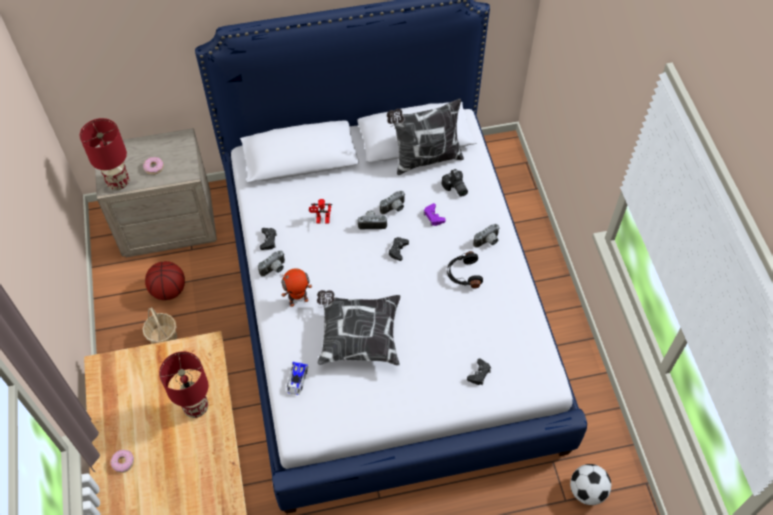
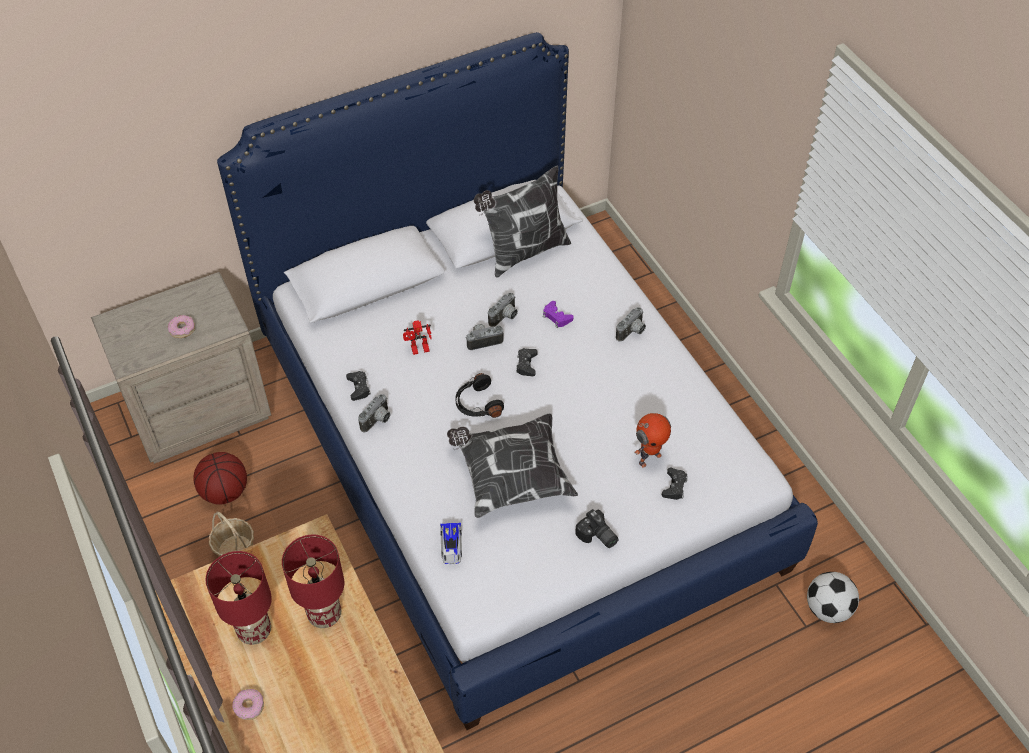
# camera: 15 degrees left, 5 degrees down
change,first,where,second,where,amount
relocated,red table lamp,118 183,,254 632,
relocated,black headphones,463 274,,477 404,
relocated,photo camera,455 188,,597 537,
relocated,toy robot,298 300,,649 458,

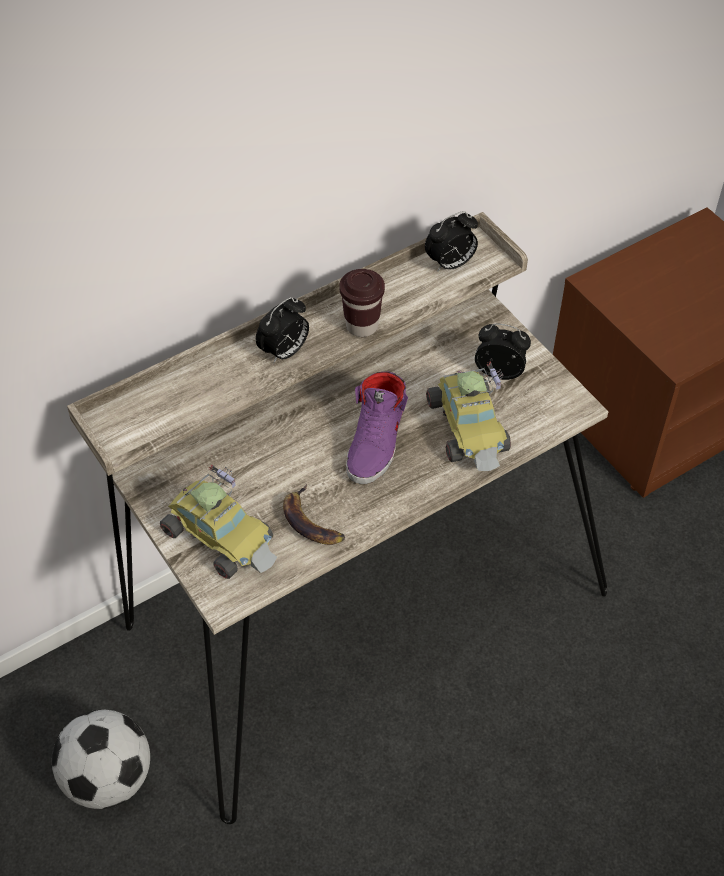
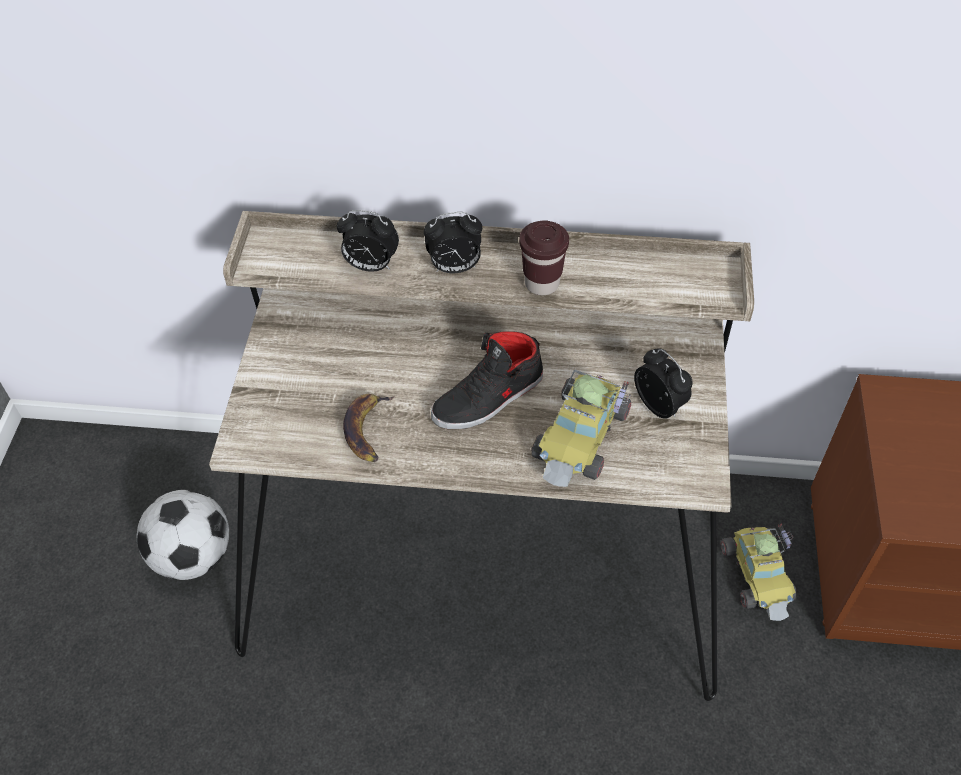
# camera: 40 degrees right, 0 degrees up
change,first,where,second,where,amount
relocated,alarm clock,450 264,,370 266,
colour,purple shoe,377 441,black shoe,489 398,
relocated,toy car,221 536,,759 575,

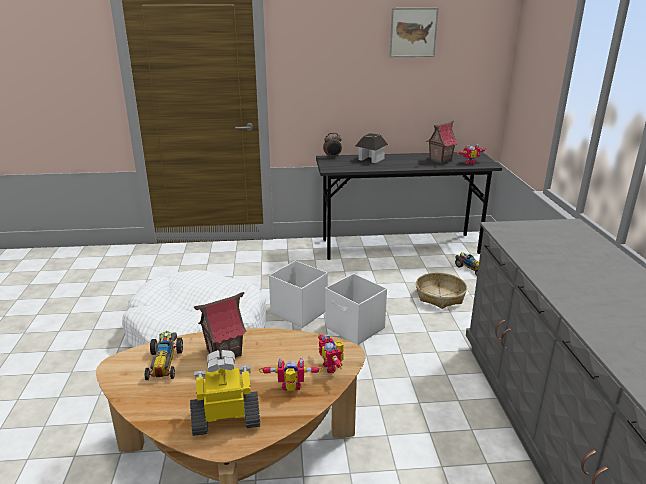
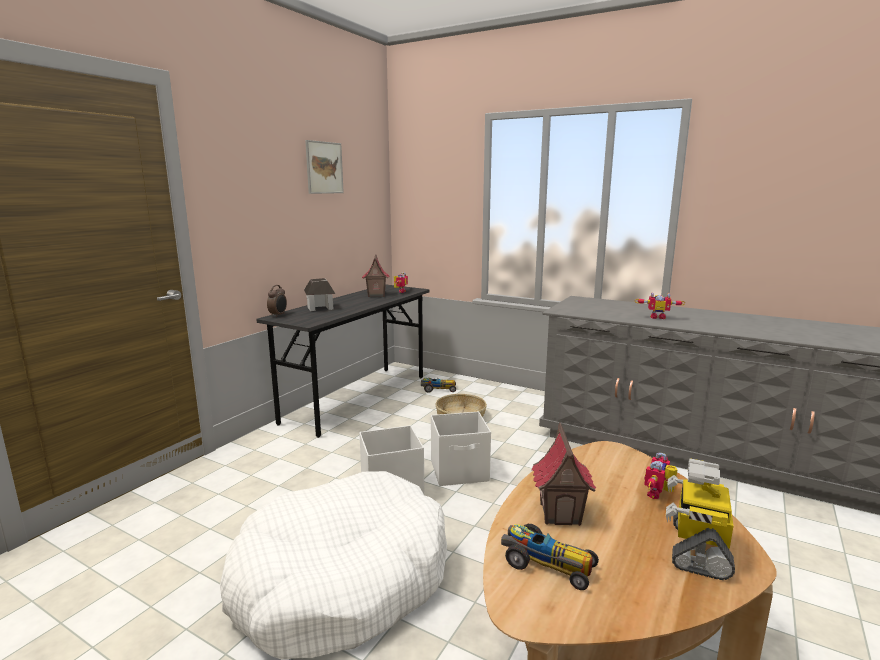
# camera: 55 degrees left, 10 degrees down
change,first,where,second,where,amount
relocated,toy robot,332 366,,657 317,

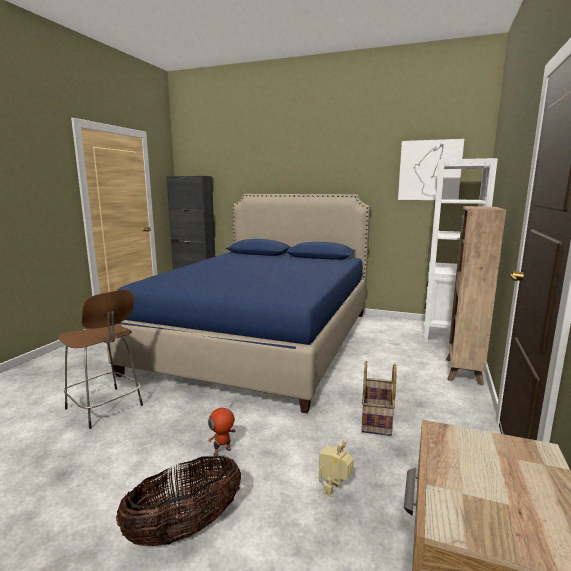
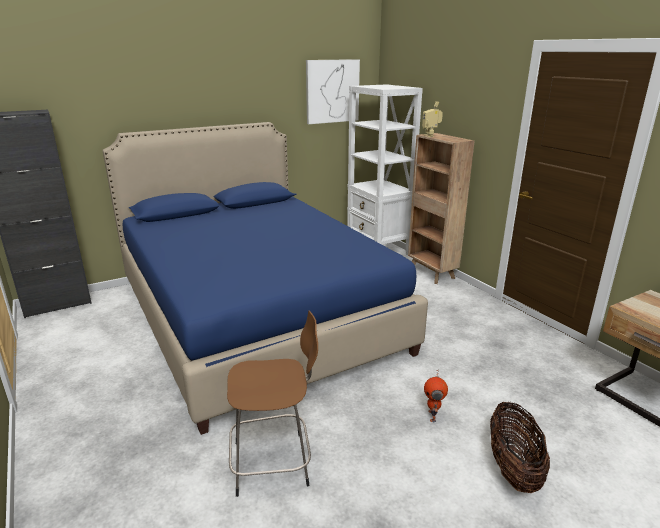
# camera: 50 degrees left, 10 degrees up
change,first,where,second,where,amount
relocated,toy robot,335 491,,431 136,
missing,basket,377 419,,,

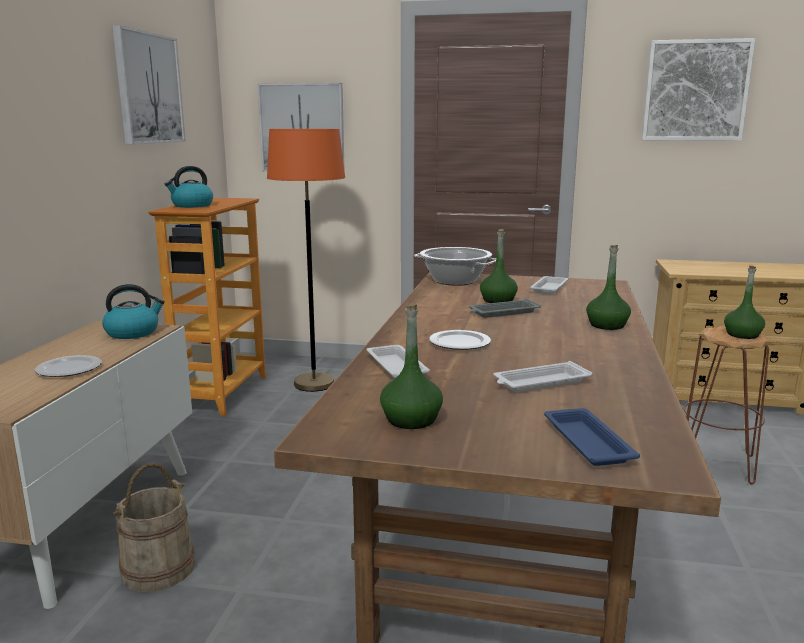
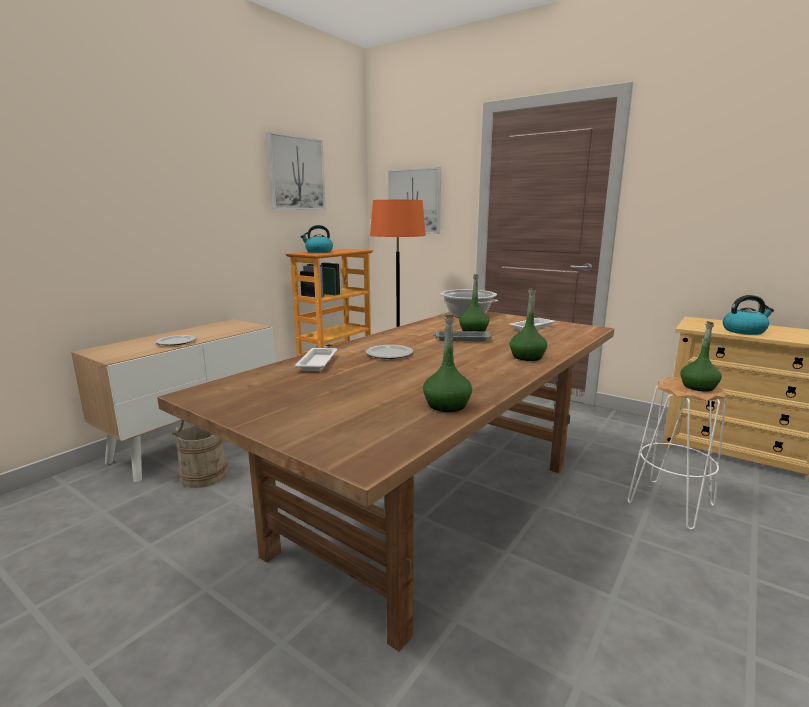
# camera: 25 degrees right, 0 degrees up
change,first,where,second,where,amount
relocated,green bottle,410 419,,446 405,
colour,brown stool,716 464,white stool,670 504,
relocated,kettle,133 332,,744 331,
missing,white tray,540 382,,,
missing,blue tray,586 441,,,
missing,picture,695 91,,,

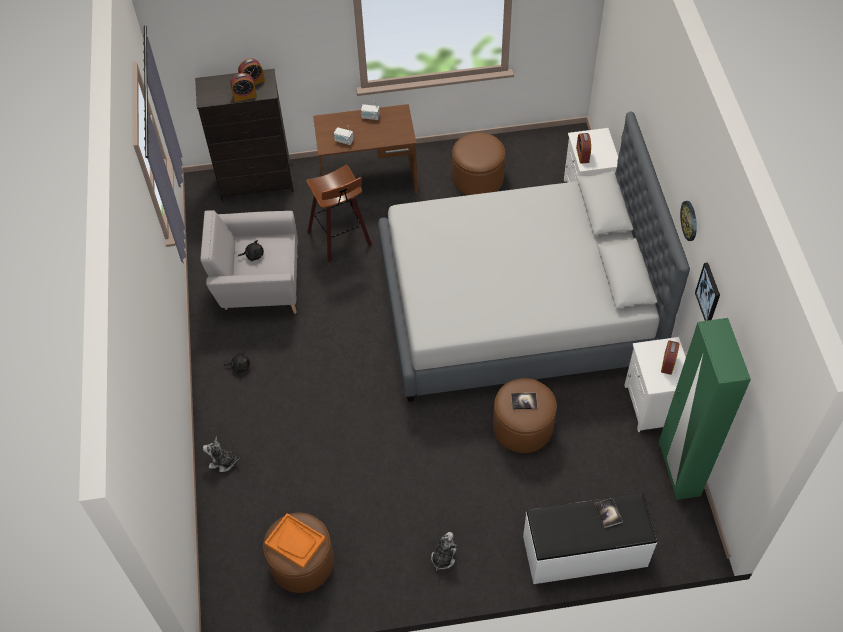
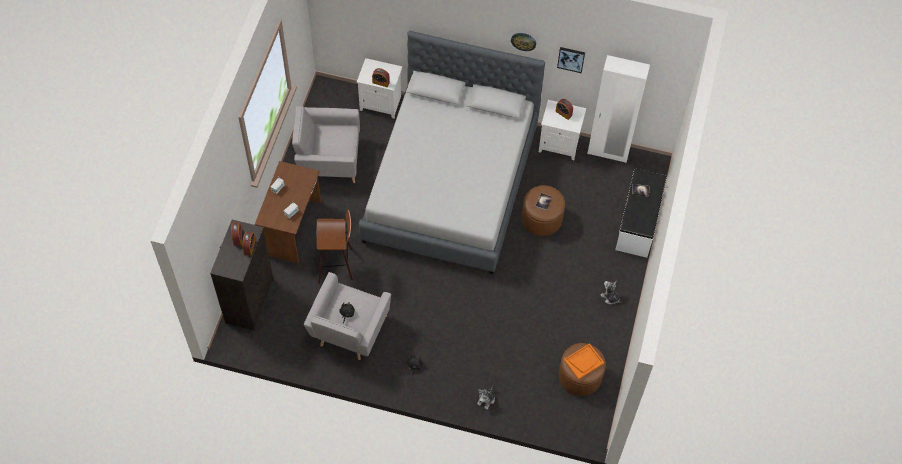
# camera: 70 degrees left, 5 degrees up
change,first,where,second,where,amount
exchanged,brown ottoman,478 178,grey armchair,328 159,
colour,green wardrobe,678 470,white wardrobe,608 152,

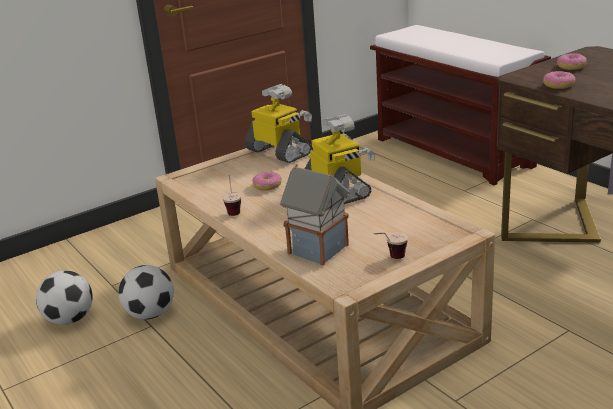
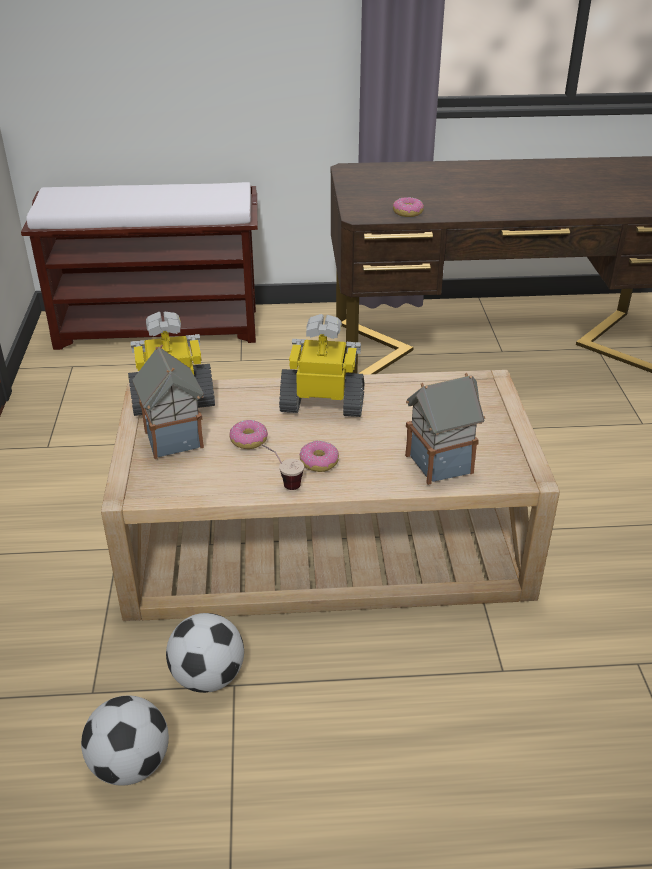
# camera: 60 degrees left, 10 degrees up
change,first,where,second,where,amount
appeared,,,toy house,174 440,
relocated,donut,571 67,,319 462,
missing,cup,390 258,,,

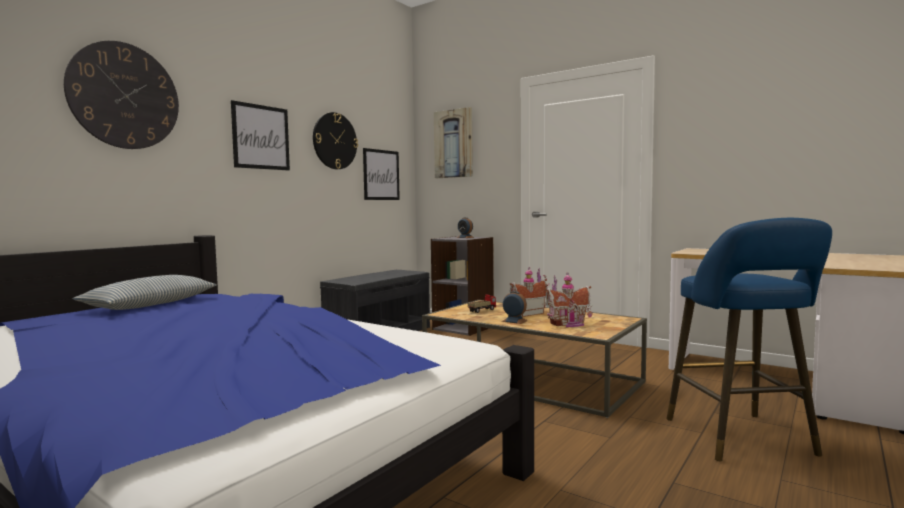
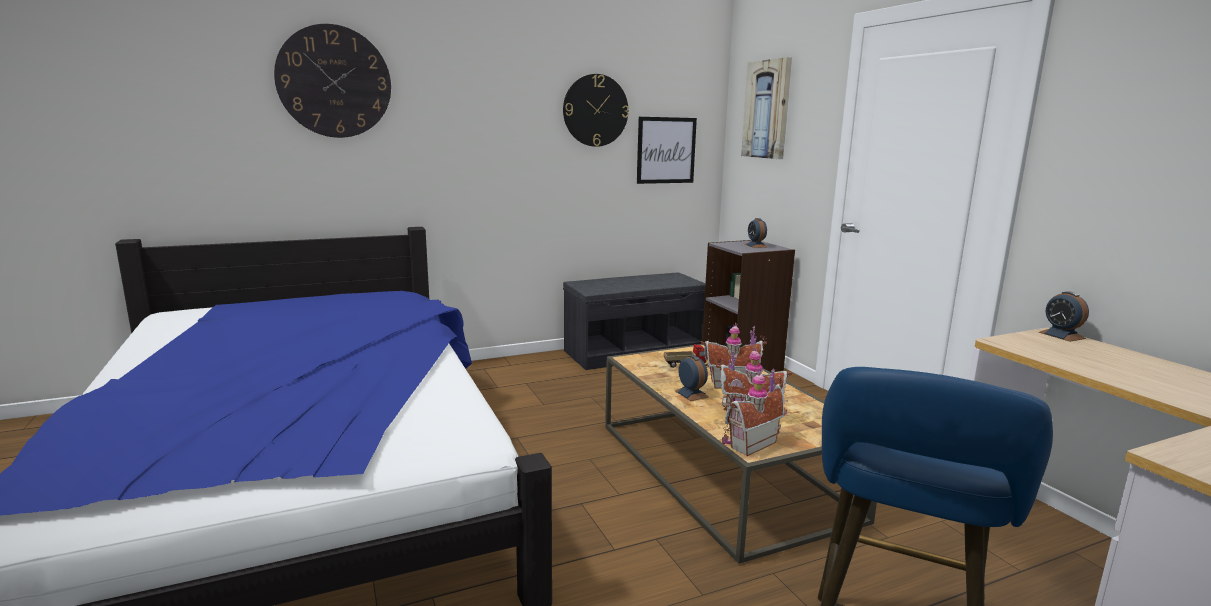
# camera: 30 degrees right, 10 degrees up
change,first,where,second,where,amount
appeared,,,toy house,749 444,
appeared,,,alarm clock,1061 335,
missing,pillow,151 304,,,
missing,picture,261 137,,,

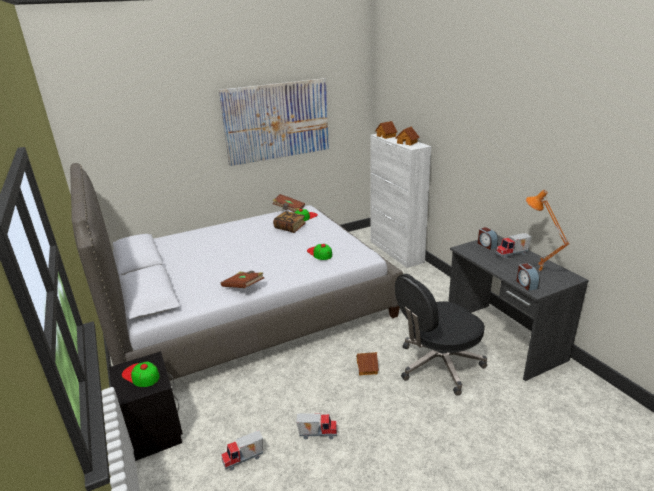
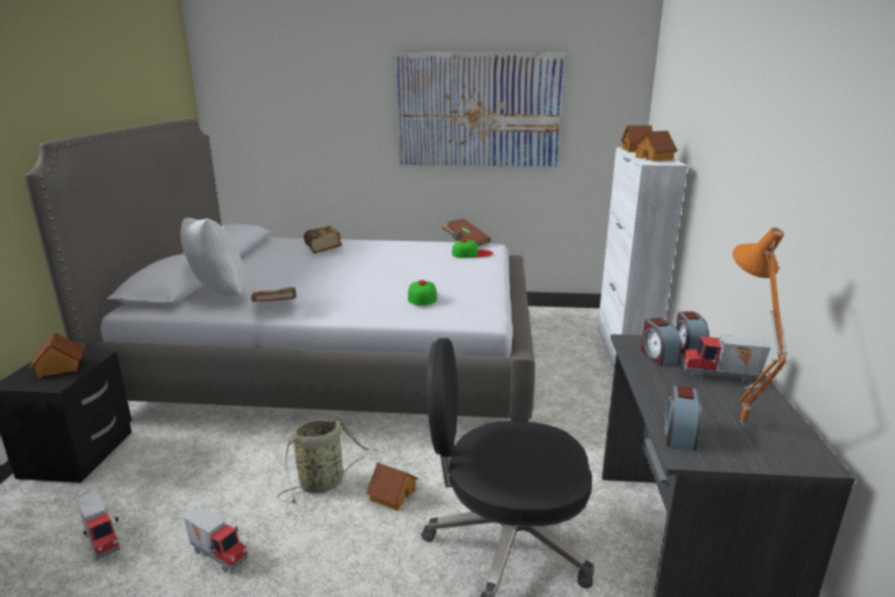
# camera: 30 degrees right, 5 degrees down
change,first,where,second,where,amount
exchanged,cap,141 375,toy house,59 368,
spun,toy truck,244 460,,104 540,135 degrees counterclockwise
appeared,,,white pillow,217 295,
appeared,,,basket,324 482,
relocated,book,290 228,,323 248,
appeared,,,alarm clock,658 356,

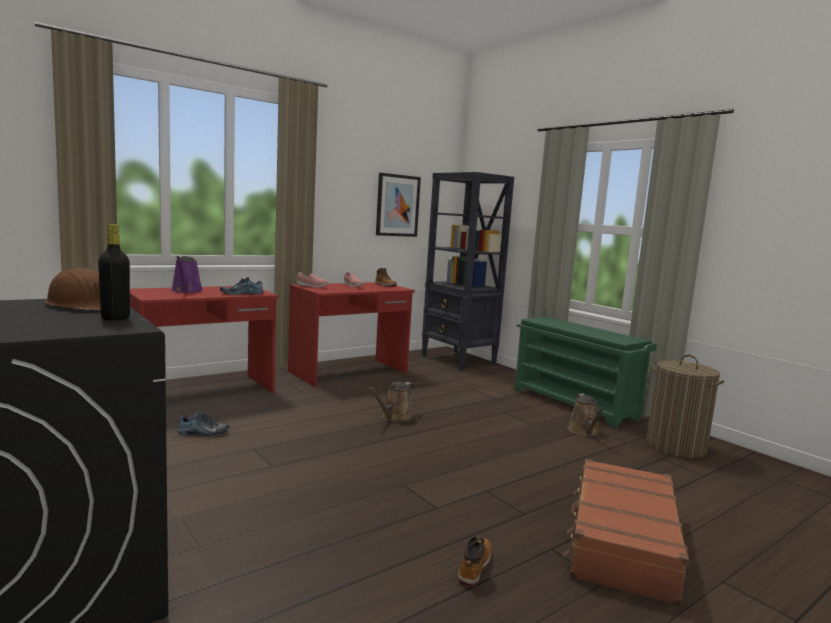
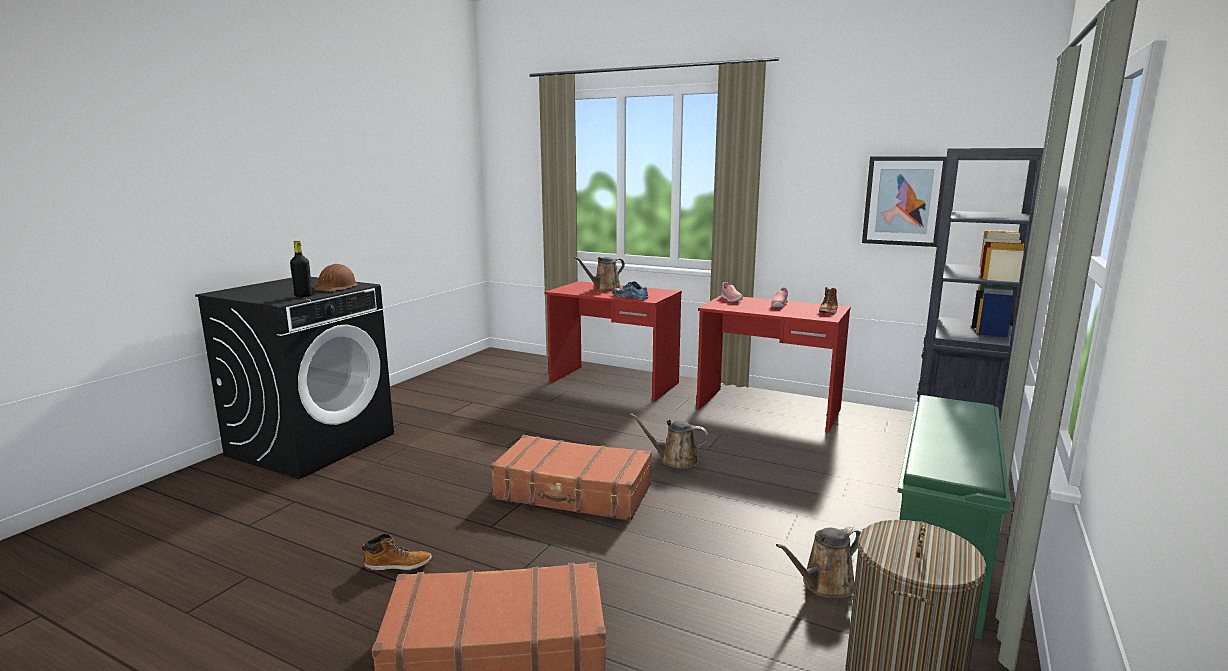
# camera: 65 degrees right, 5 degrees up
change,first,where,second,where,amount
appeared,,,brown suitcase,573 493,
colour,purple watering can,186 291,brown watering can,604 288,
missing,shoe,203 433,,,

